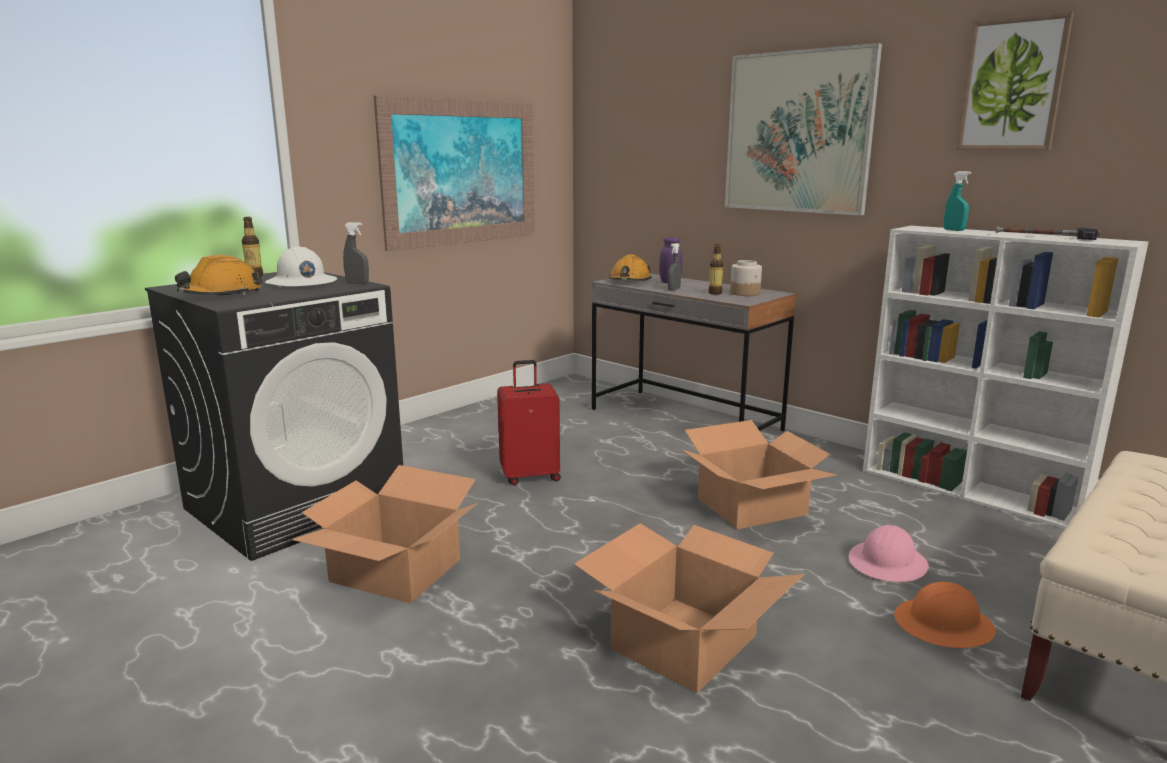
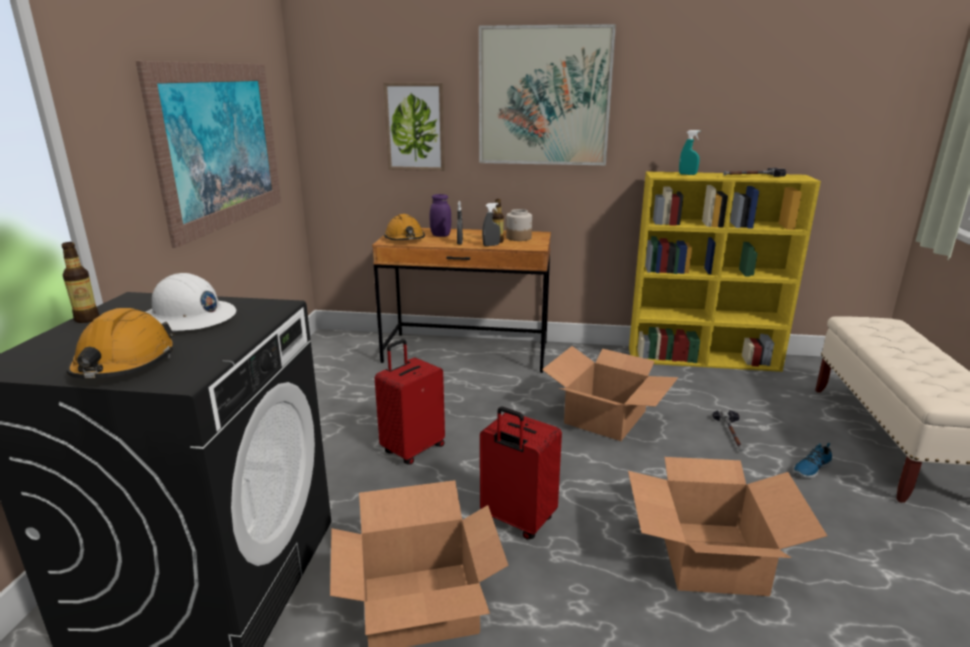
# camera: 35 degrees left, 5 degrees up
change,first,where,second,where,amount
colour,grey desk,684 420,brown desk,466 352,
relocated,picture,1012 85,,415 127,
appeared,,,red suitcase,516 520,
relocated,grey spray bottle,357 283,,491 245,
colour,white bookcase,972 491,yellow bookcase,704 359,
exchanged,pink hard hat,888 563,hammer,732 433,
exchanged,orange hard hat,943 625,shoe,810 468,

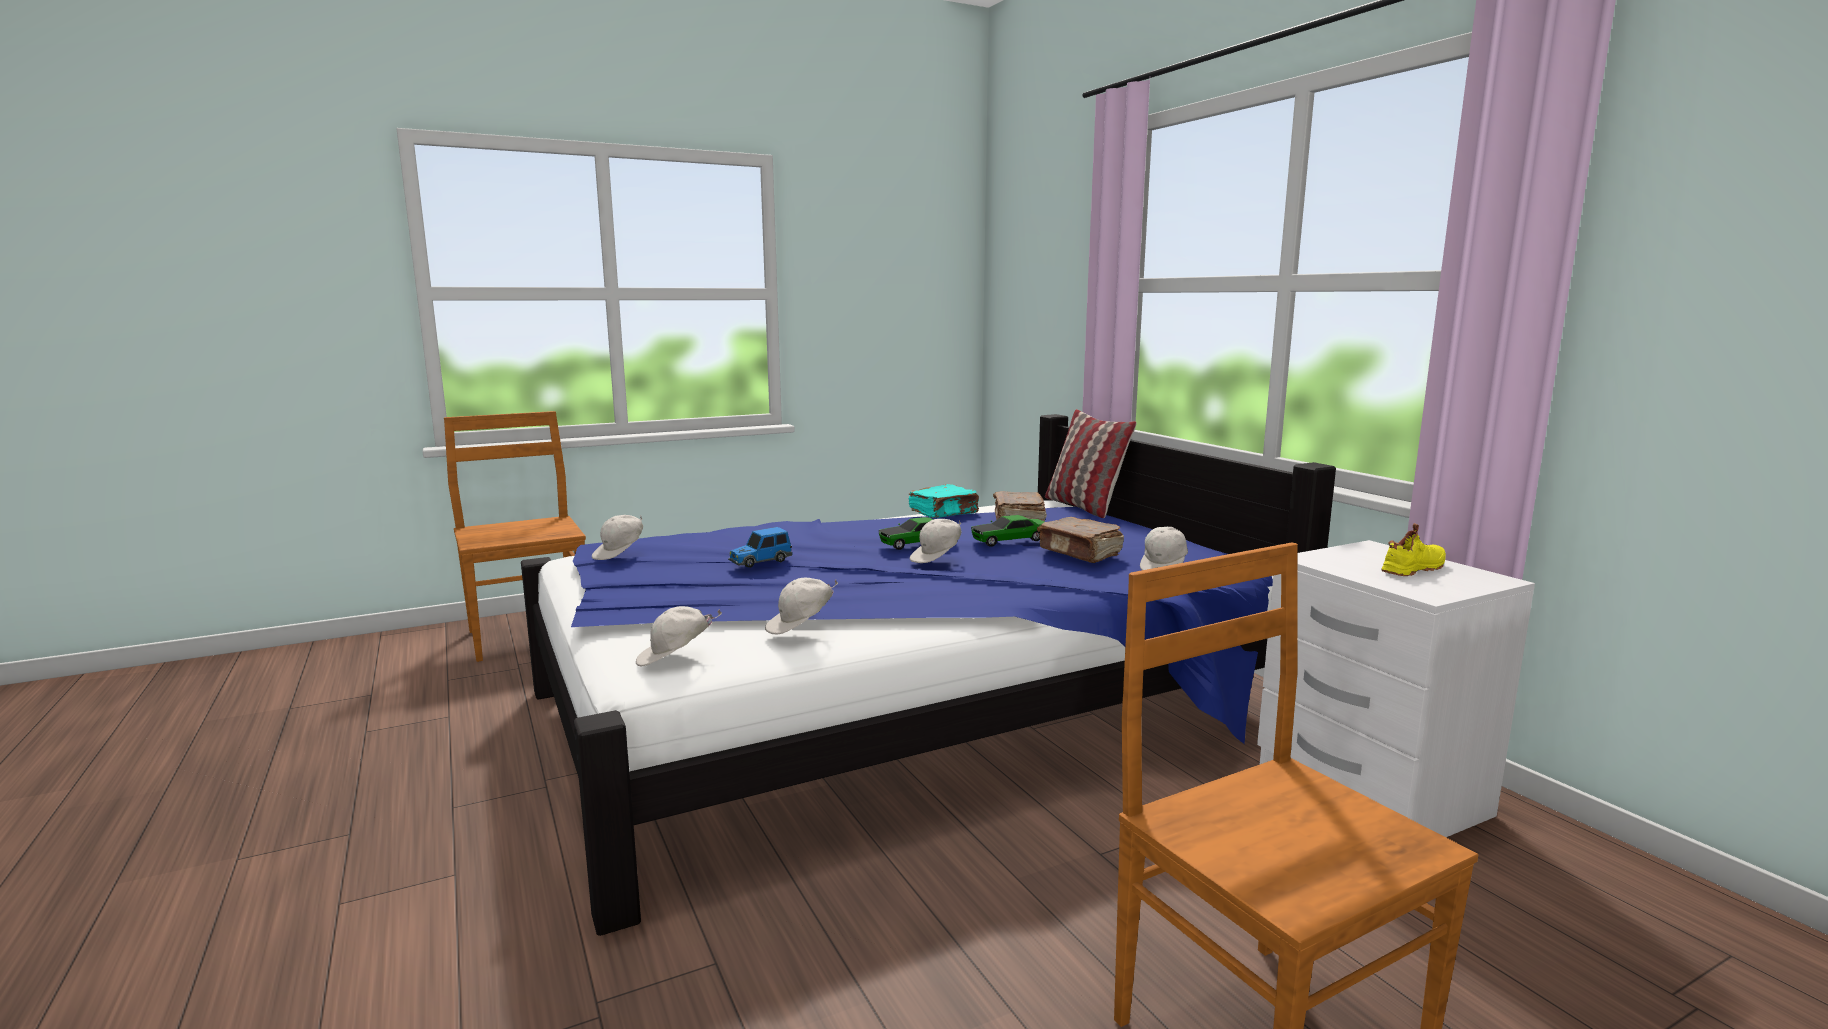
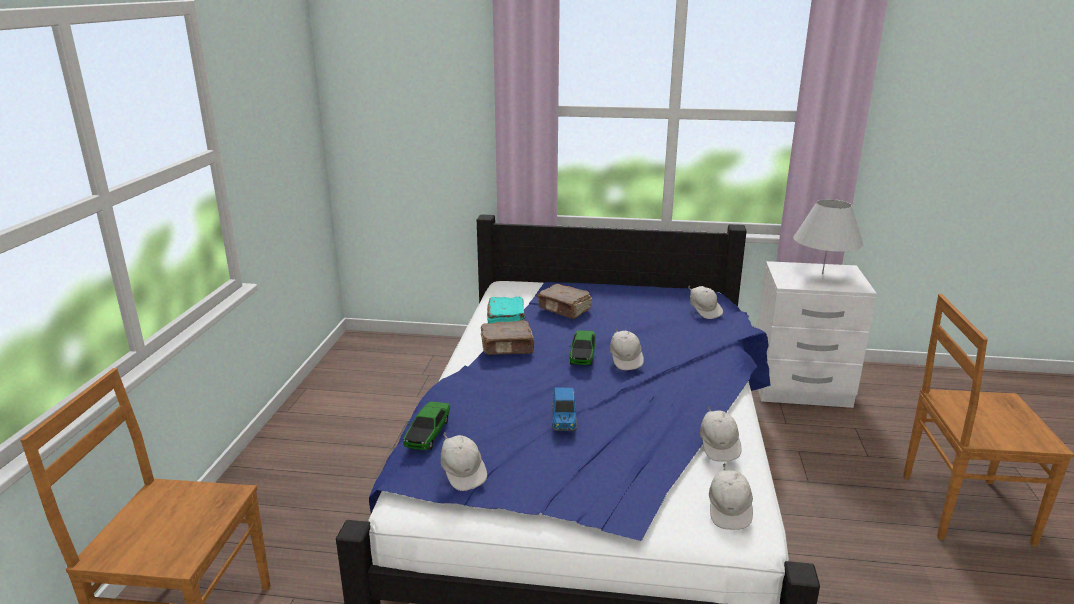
# camera: 55 degrees left, 10 degrees up
change,first,where,second,where,amount
relocated,toy car,1009 540,,428 433,
relocated,brown book,1080 553,,508 348,
exchanged,yellow shoe,1415 569,white table lamp,822 274,
missing,pillow,1084 507,,,

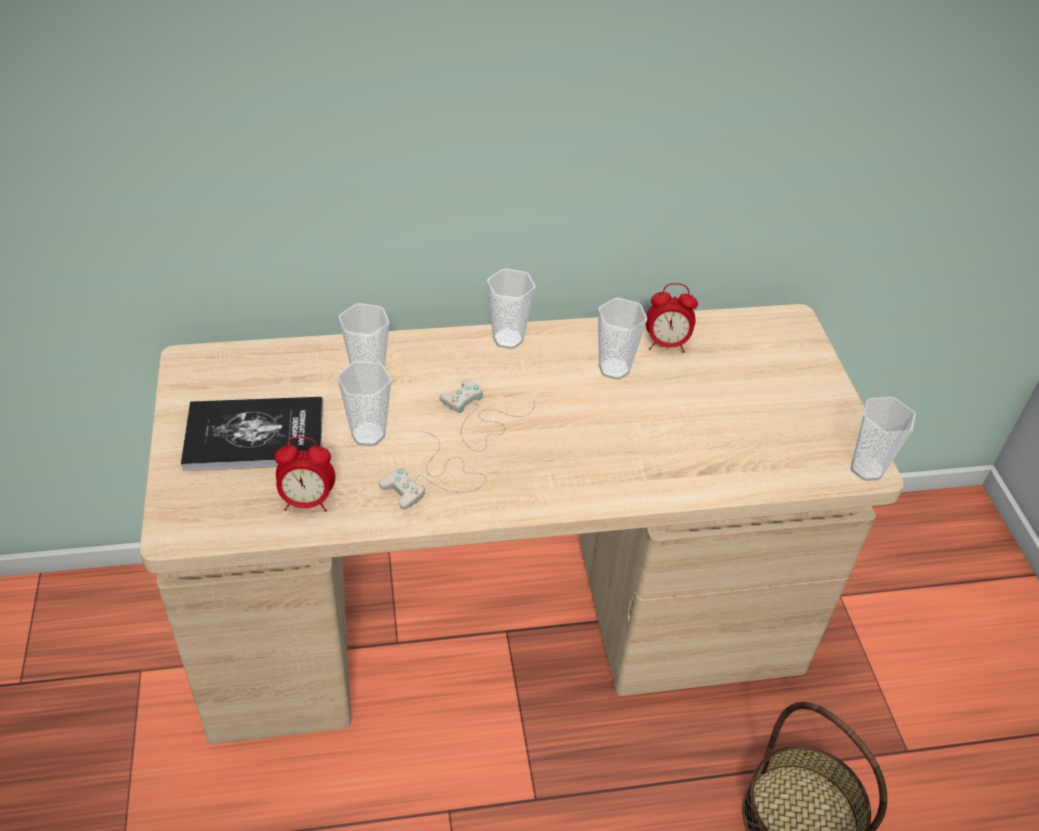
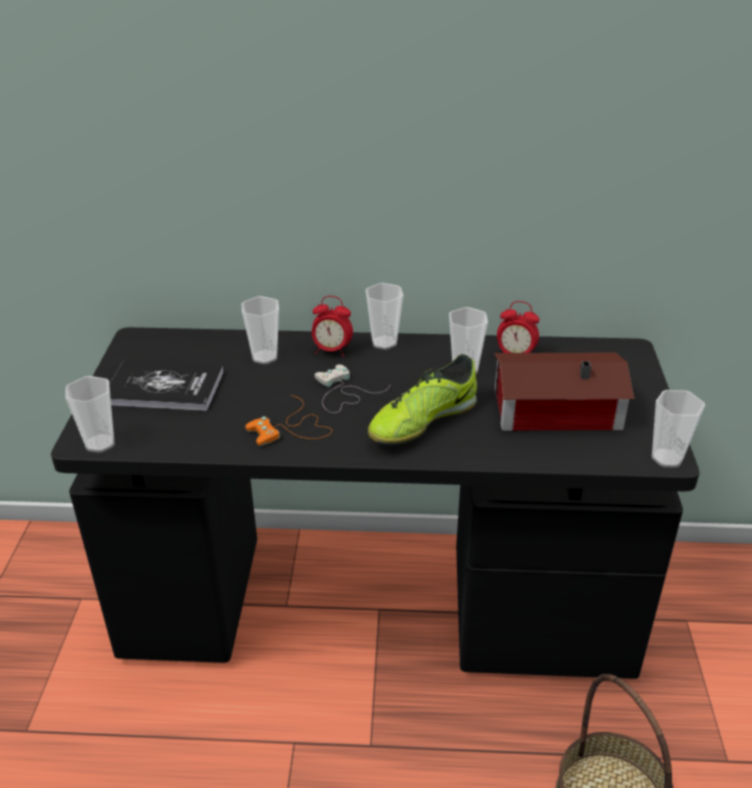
# camera: 15 degrees right, 10 degrees down
change,first,where,second,where,amount
colour,beige desk,504 628,black desk,377 606,
relocated,cup,368 434,,100 443,
colour,white game controller,434 479,orange game controller,292 429,
relocated,alarm clock,307 501,,332 351,
appeared,,,shoe,422 421,
appeared,,,toy house,552 407,

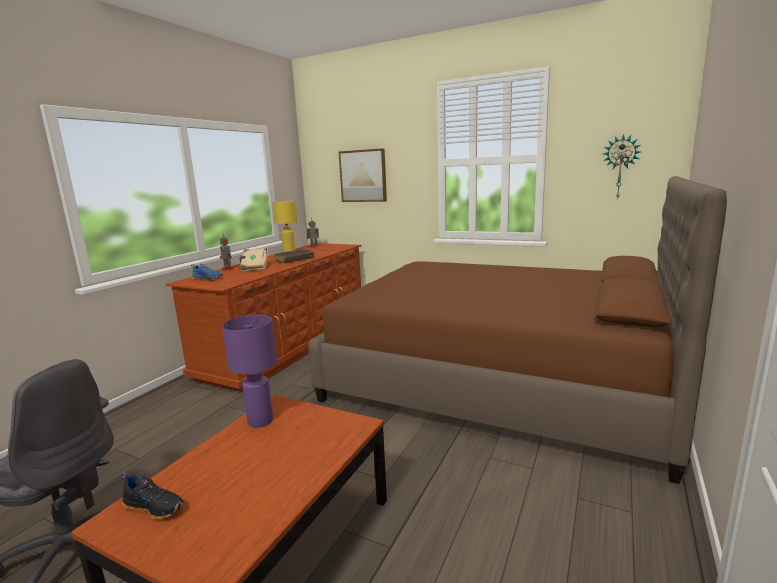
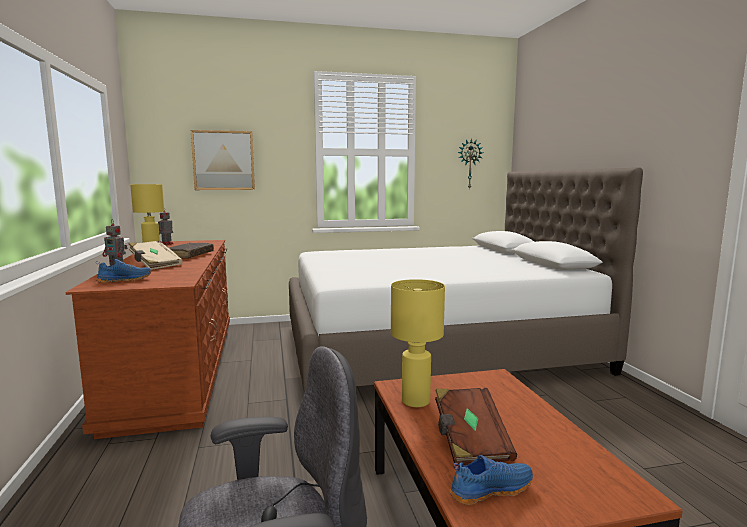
# camera: 40 degrees left, 5 degrees down
change,first,where,second,where,amount
colour,brown bed,498 378,white bed,434 347,
colour,purple table lamp,259 421,yellow table lamp,415 401,
appeared,,,brown book,469 441,
colour,black shoe,155 506,blue shoe,490 489,

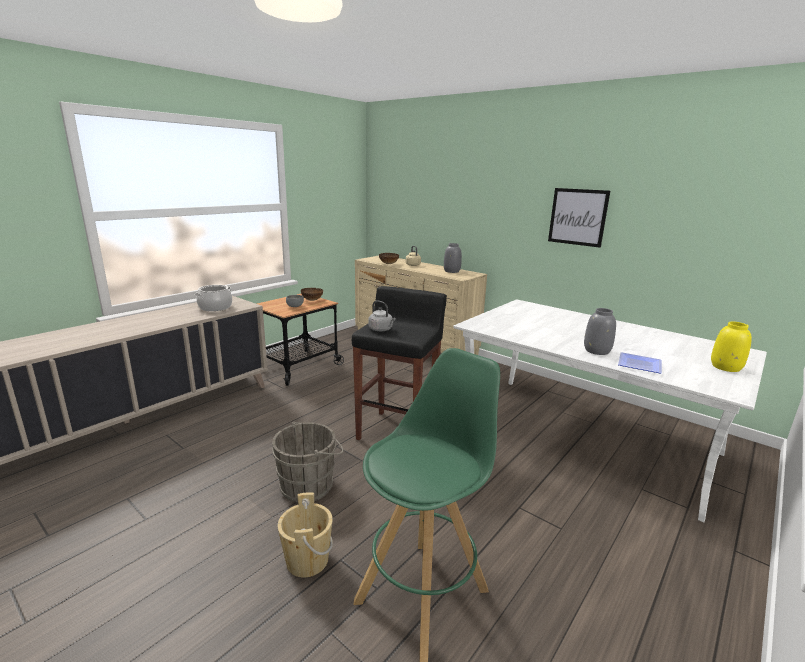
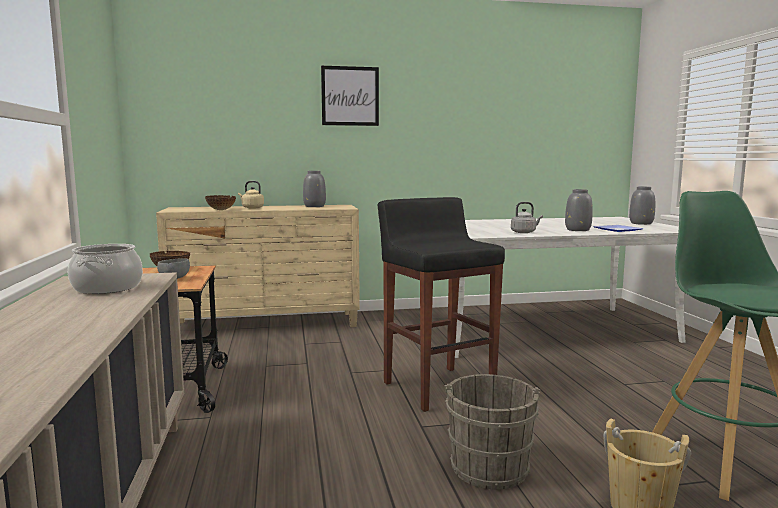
# camera: 50 degrees left, 10 degrees down
change,first,where,second,where,amount
relocated,picture,577 217,,350 96,
relocated,grey kettle,381 330,,524 232,
colour,yellow vase,725 367,grey vase,640 223,

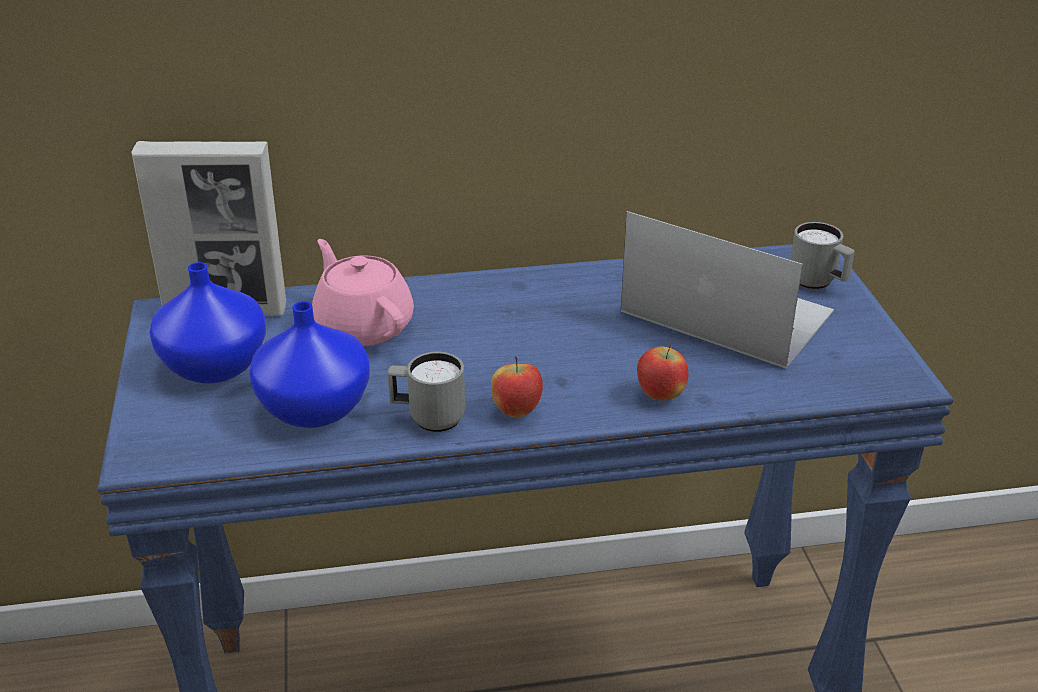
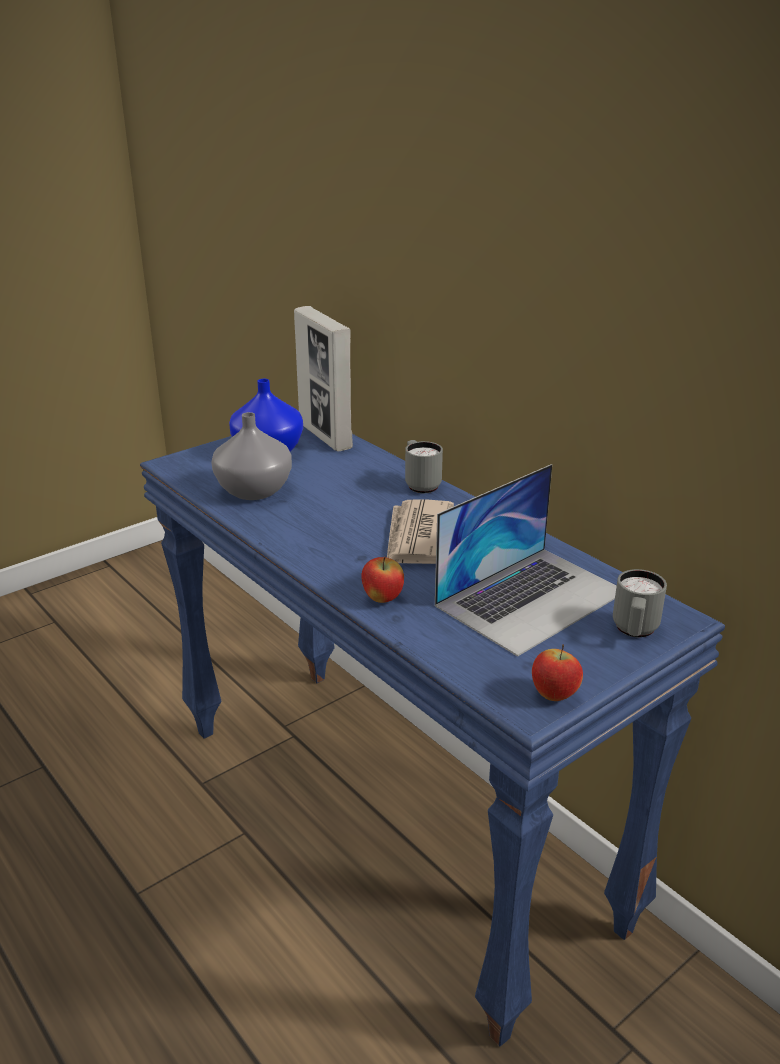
# camera: 60 degrees right, 5 degrees down
change,first,where,second,where,amount
colour,blue vase,312 408,grey vase,254 490,
appeared,,,newspaper,417 537,
relocated,grey mug,428 418,,420 484,
spun,laptop,725 311,,531 598,45 degrees clockwise
relocated,apple,516 411,,554 695,
missing,pink teapot,363 325,,,

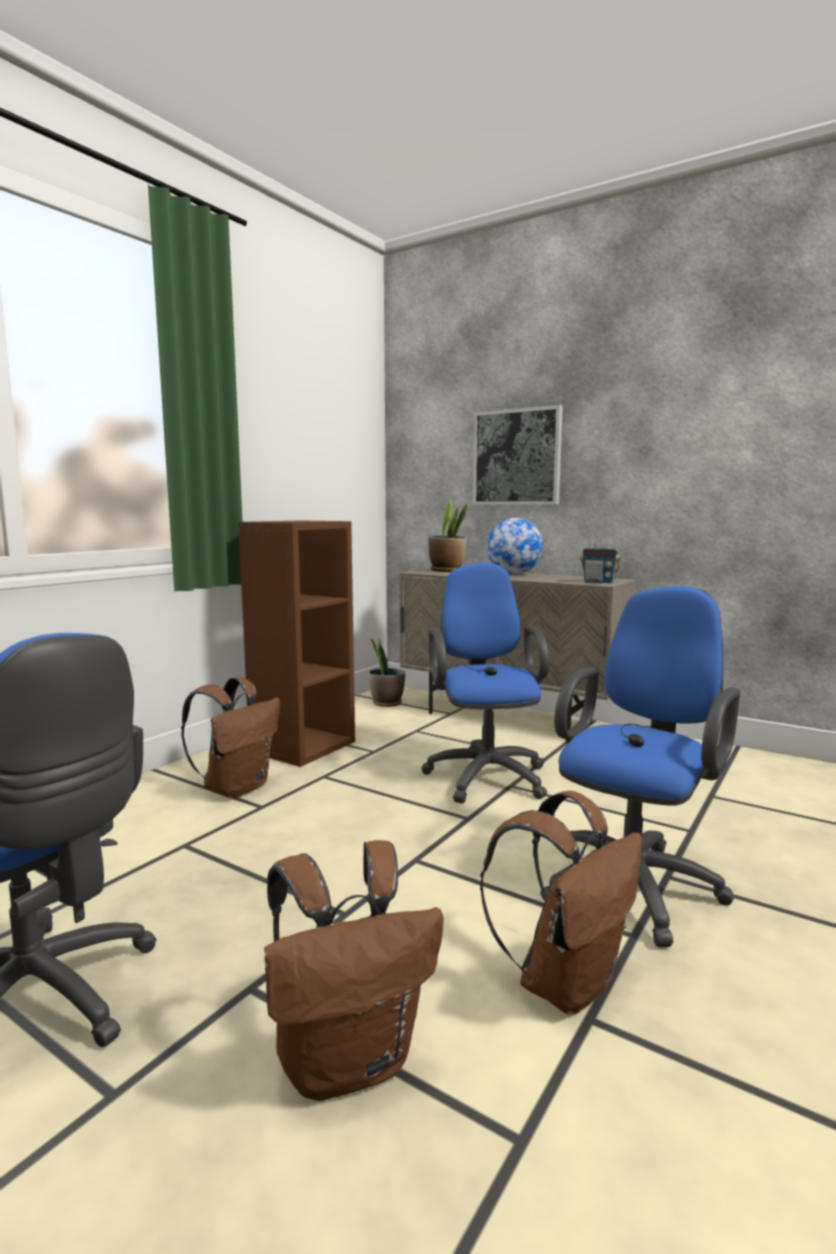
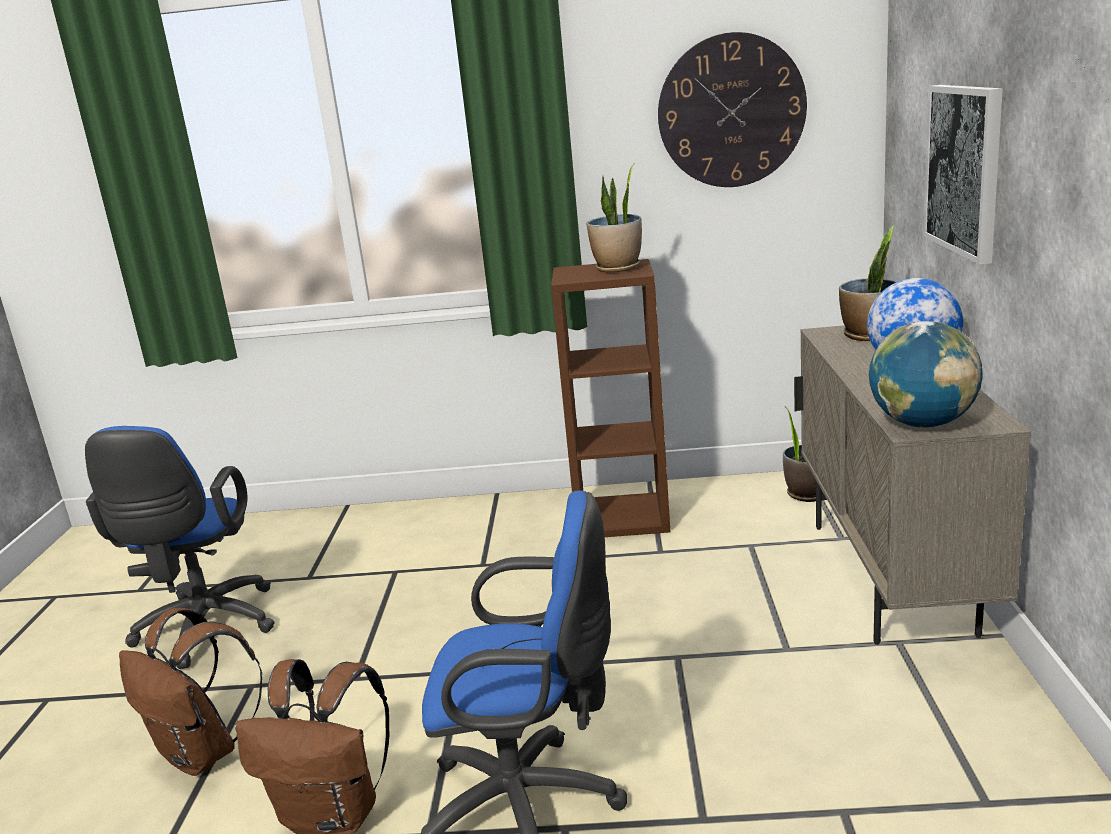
# camera: 60 degrees right, 10 degrees up
change,first,where,second,where,amount
appeared,,,potted plant,618 268,
appeared,,,wall clock,731 111,
exchanged,radio,599 582,globe,922 424,
missing,brown backpack,237 788,,,
missing,blue office chair,485 774,,,

